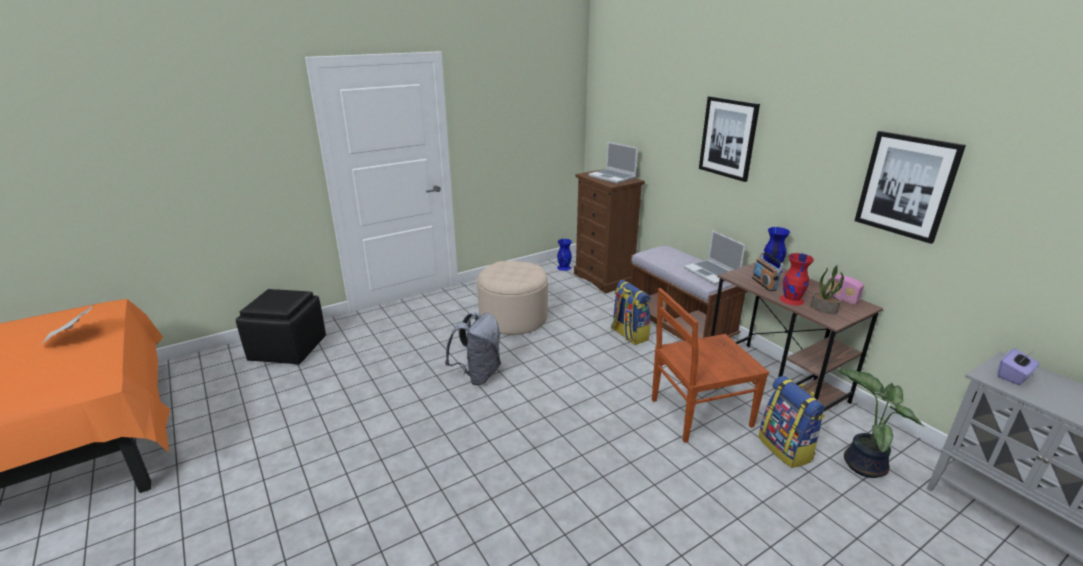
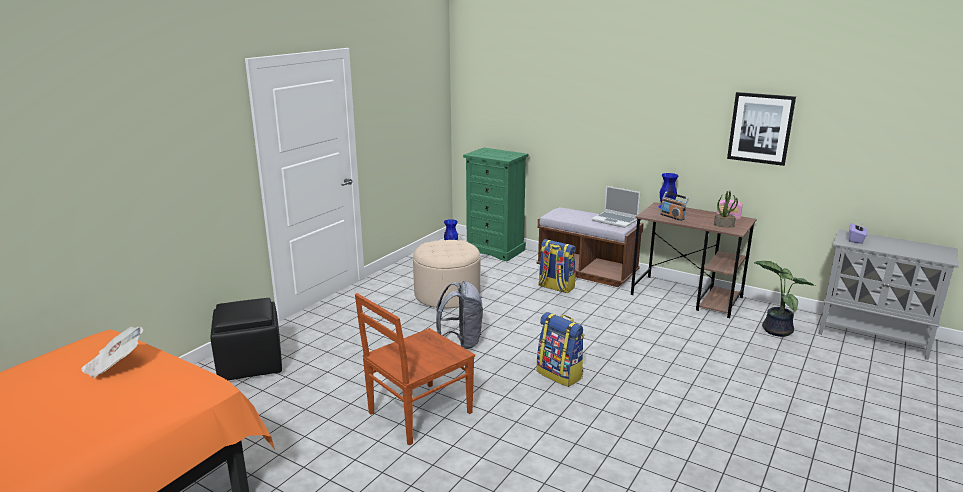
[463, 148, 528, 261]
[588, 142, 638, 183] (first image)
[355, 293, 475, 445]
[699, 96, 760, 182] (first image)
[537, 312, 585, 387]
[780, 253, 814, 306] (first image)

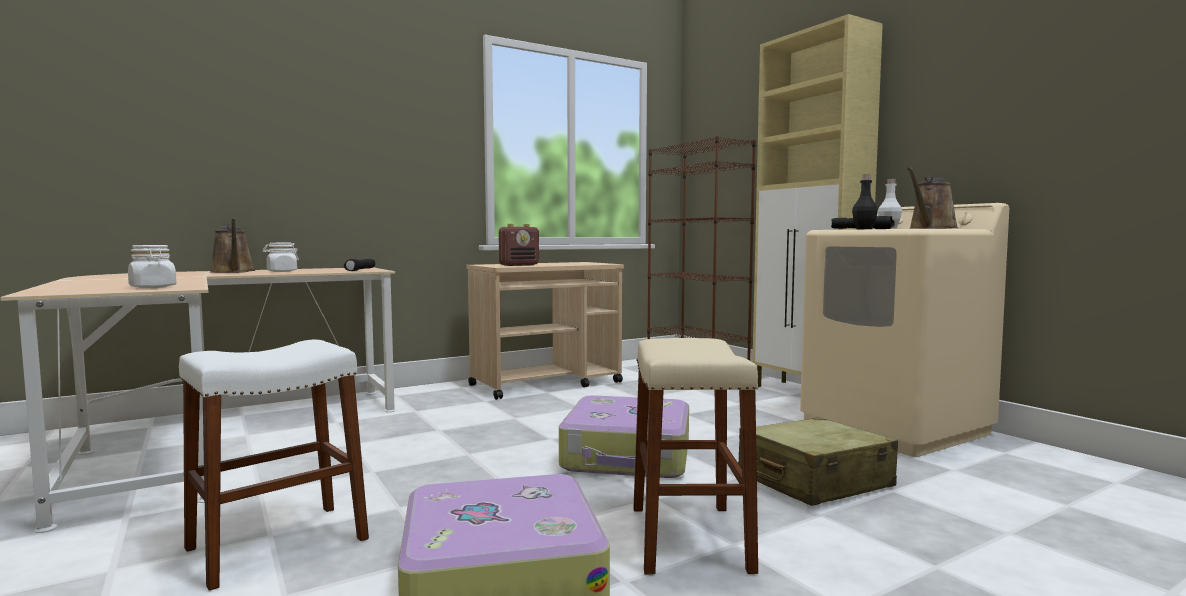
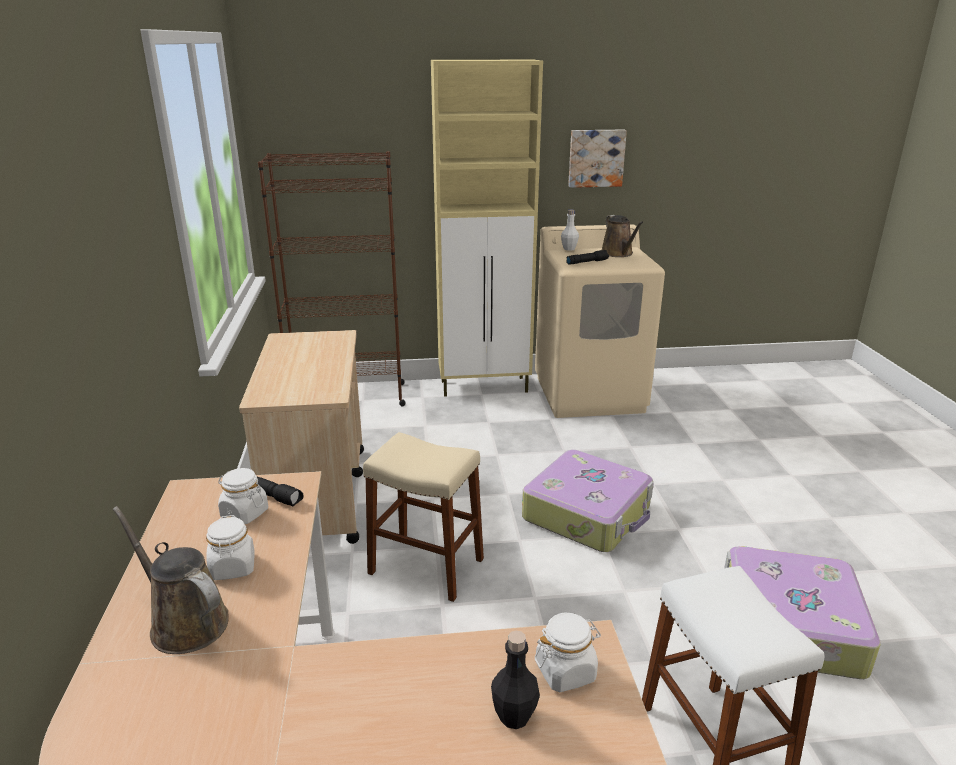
[113, 506, 229, 654]
[498, 224, 539, 266] (first image)
[363, 432, 484, 602]
[738, 417, 898, 506] (first image)
[491, 631, 540, 729]
[218, 468, 268, 524]
[568, 130, 627, 188]

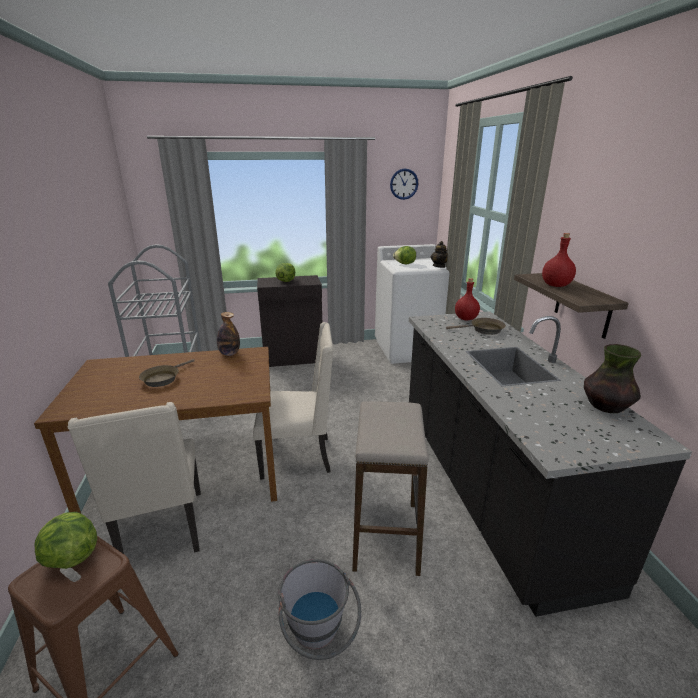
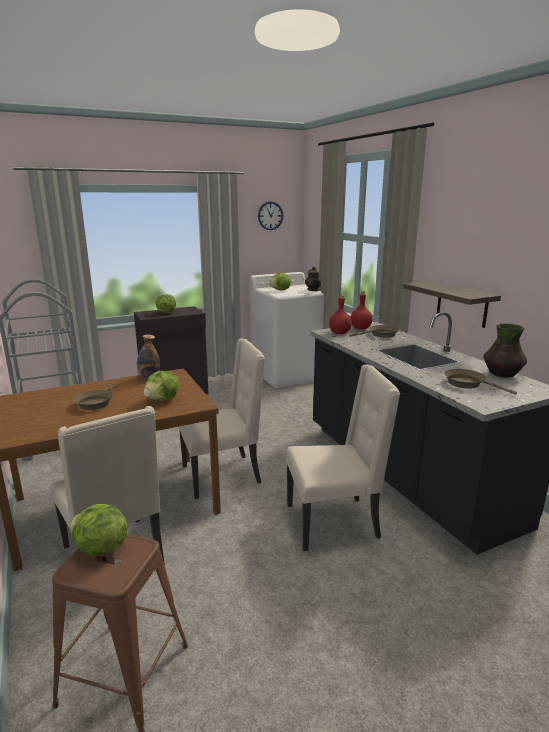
[278, 559, 361, 660] (first image)
[286, 365, 400, 551]
[329, 295, 352, 334]
[144, 371, 180, 401]
[444, 369, 517, 395]

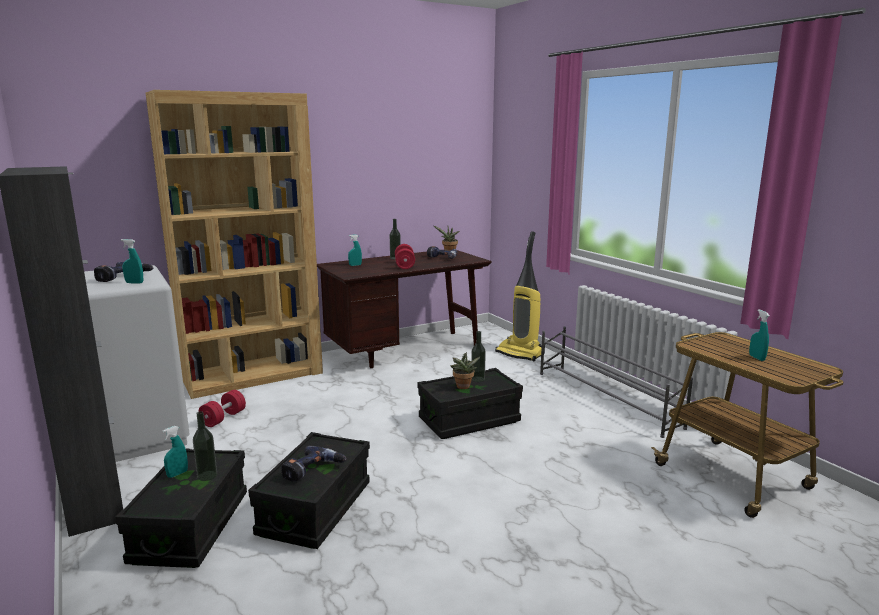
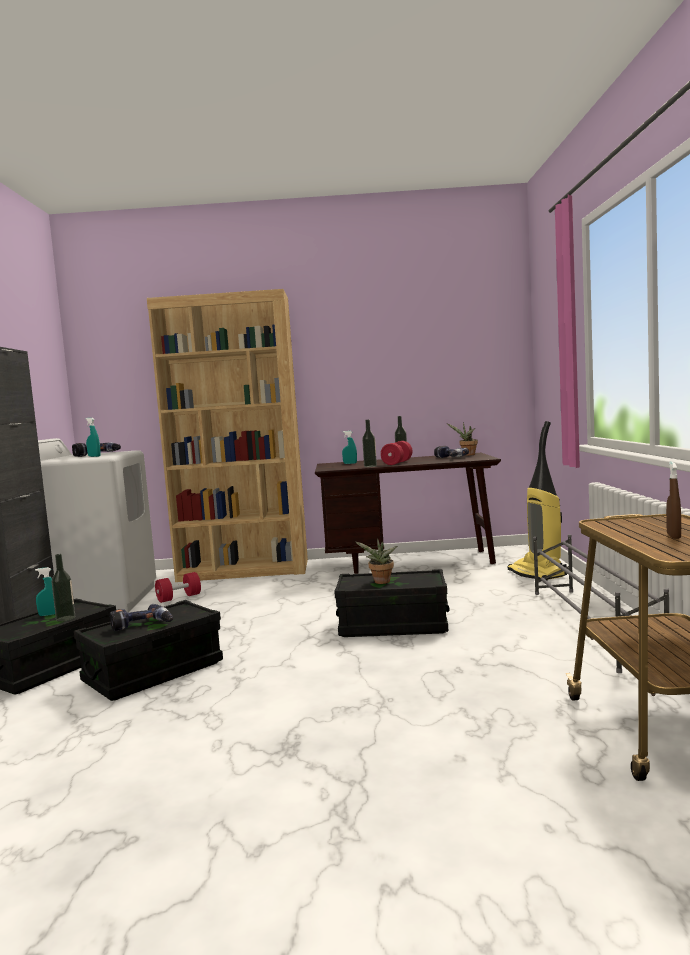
[362, 420, 377, 467]
[666, 462, 681, 539]

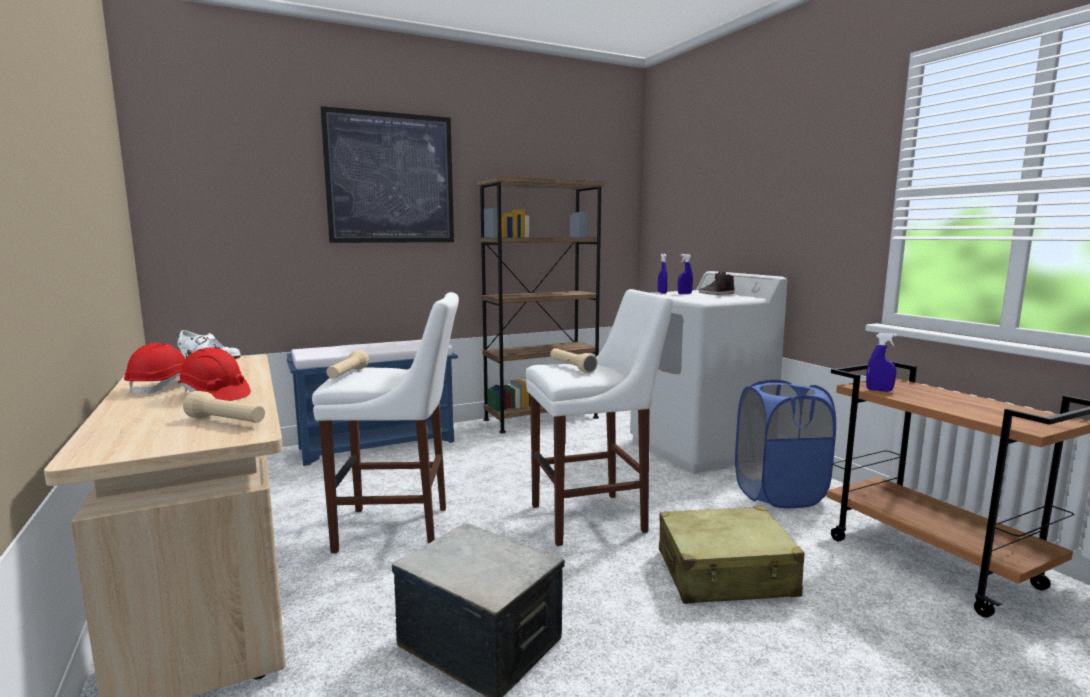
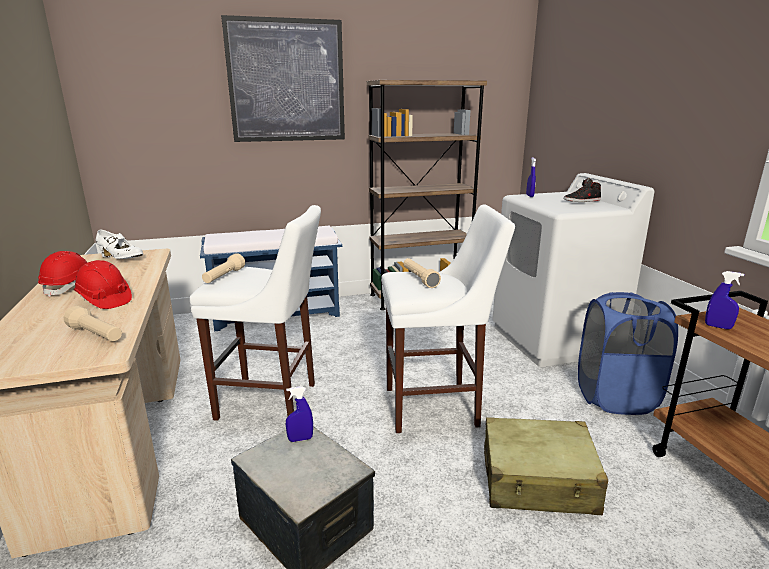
[286, 386, 313, 442]

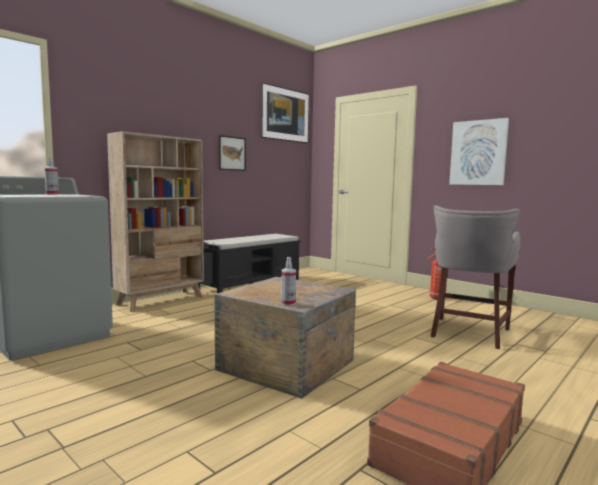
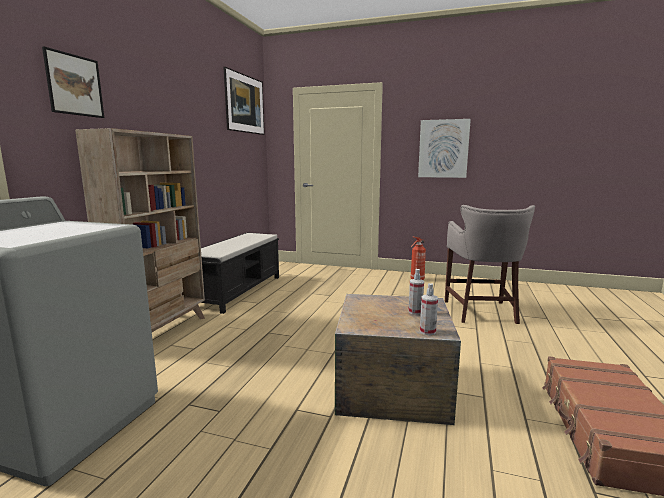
[408, 269, 424, 315]
[42, 46, 104, 118]

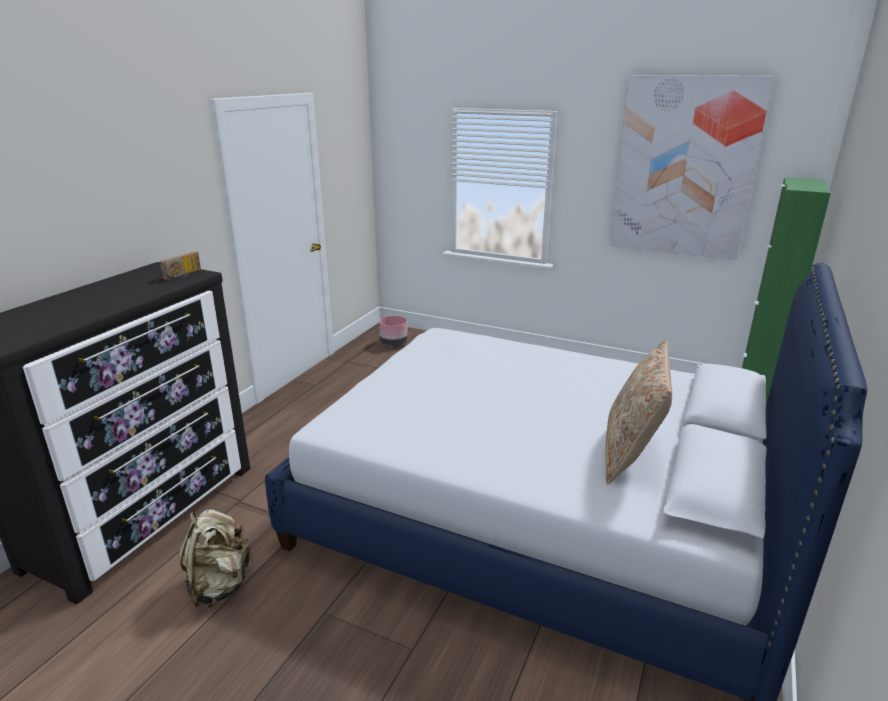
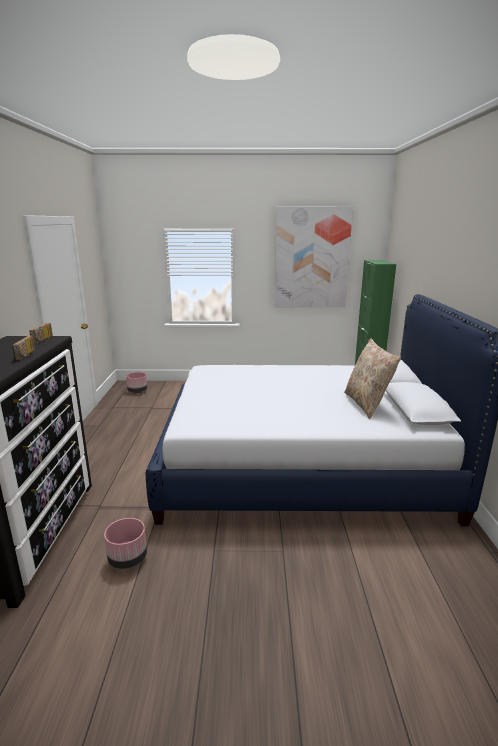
[104, 518, 147, 569]
[12, 336, 35, 360]

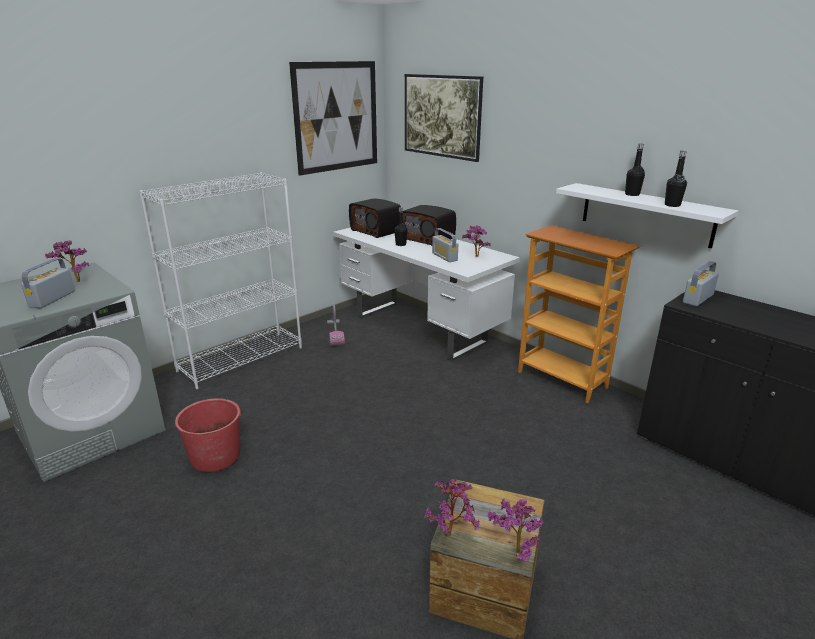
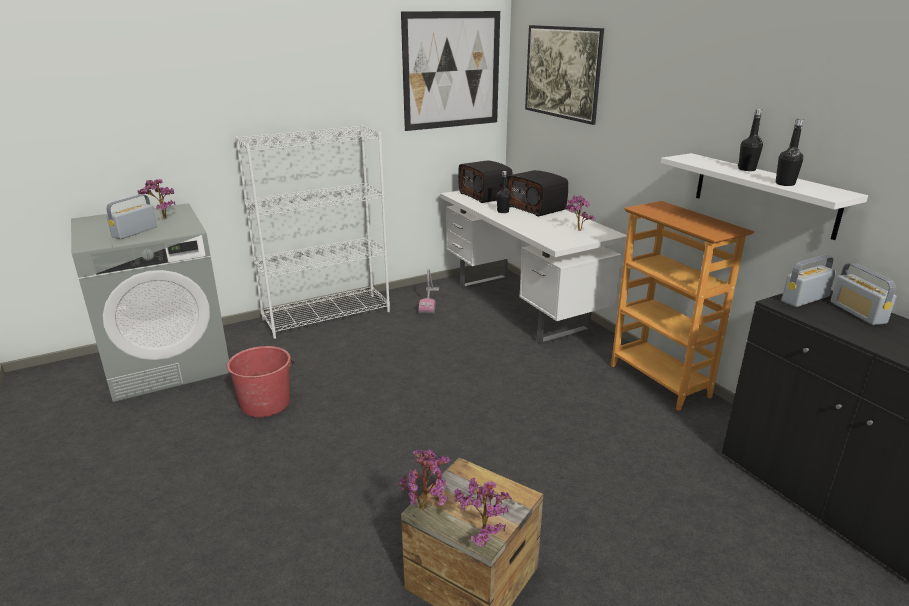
[831, 263, 896, 325]

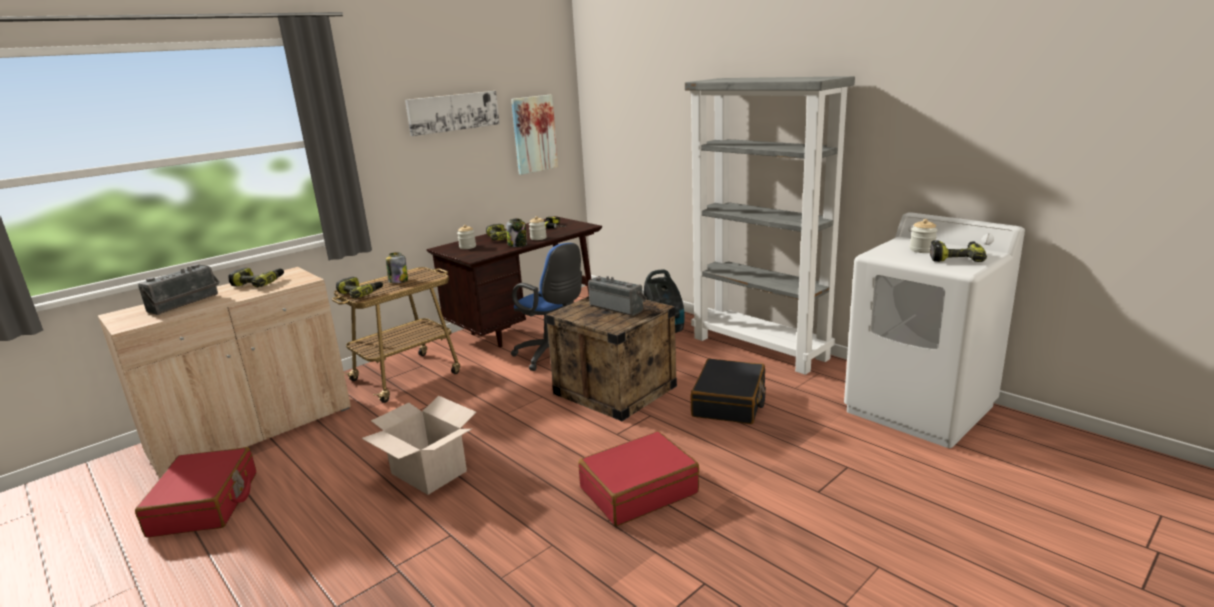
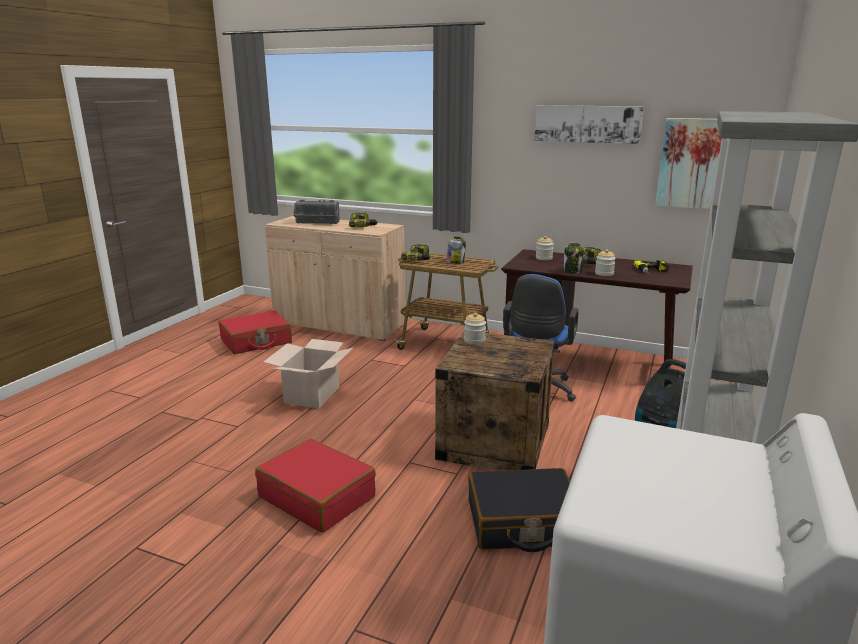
[588, 276, 647, 316] (first image)
[464, 313, 486, 344]
[930, 240, 987, 262] (first image)

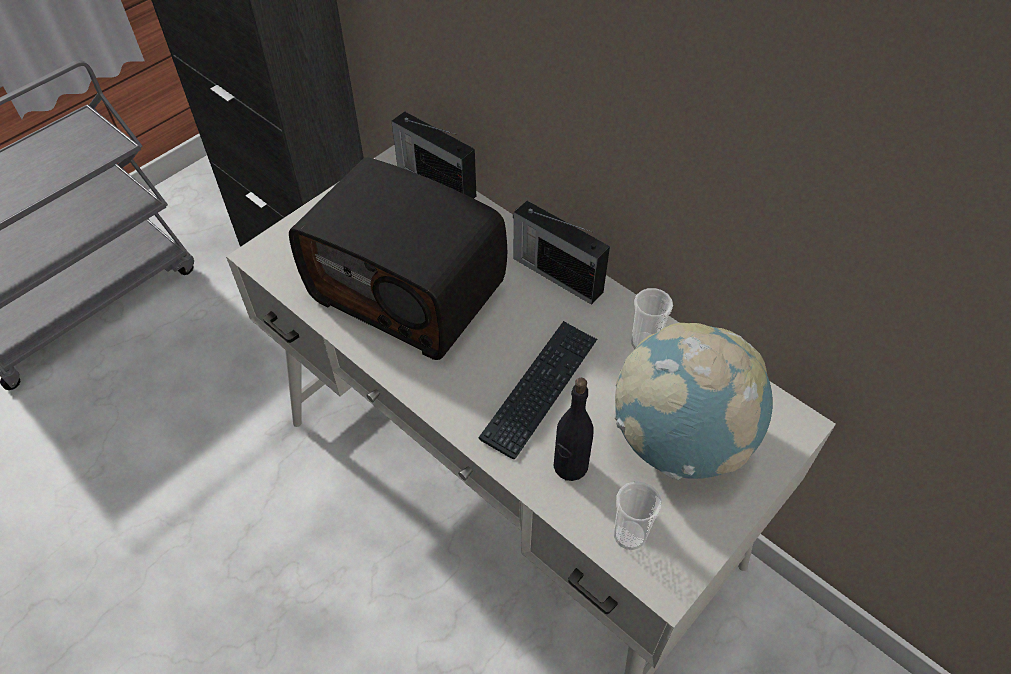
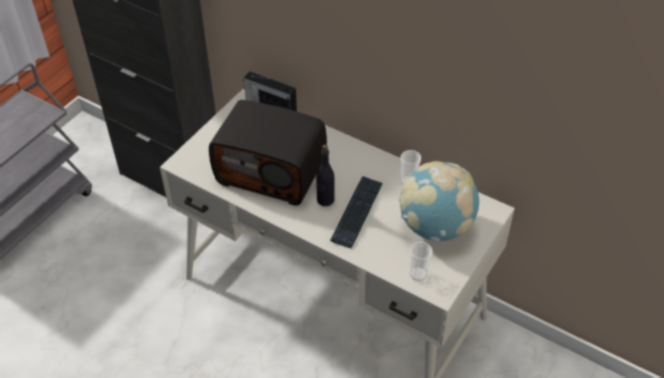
[513, 201, 610, 305] (first image)
[316, 144, 334, 206]

